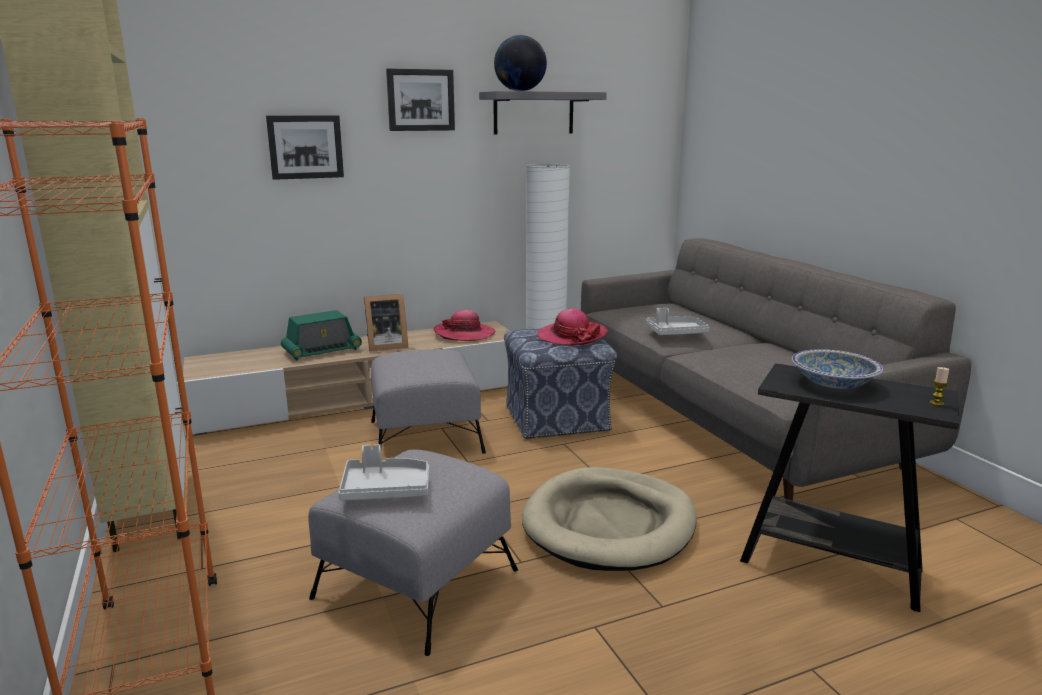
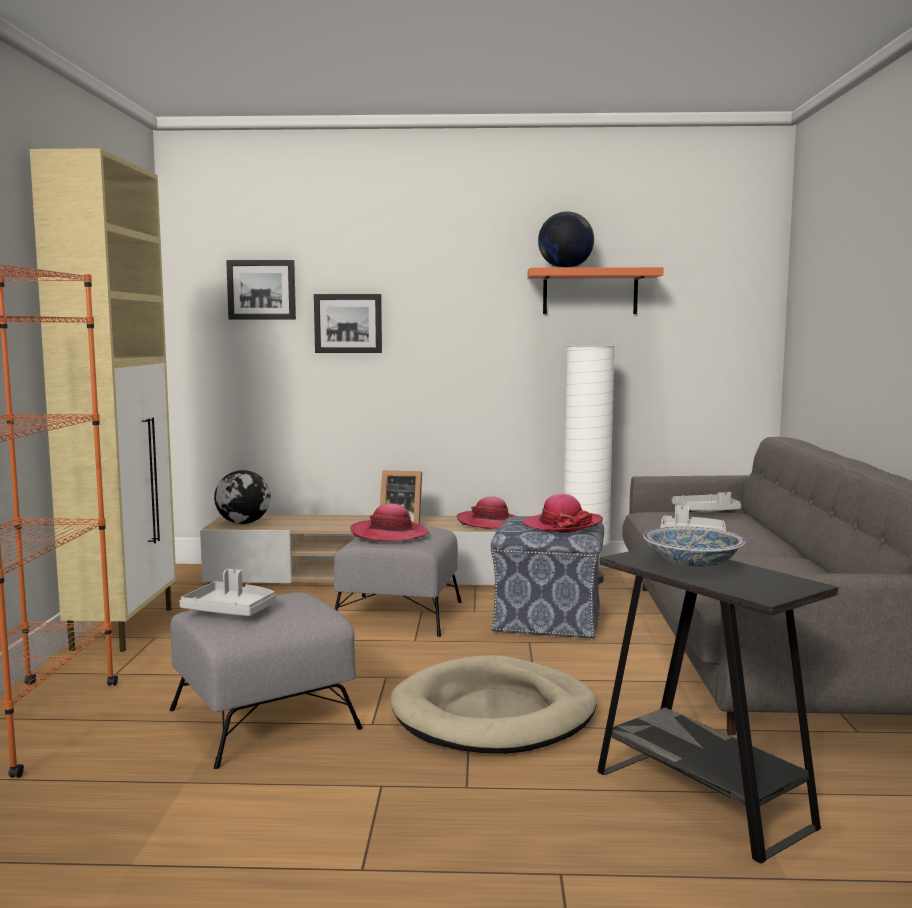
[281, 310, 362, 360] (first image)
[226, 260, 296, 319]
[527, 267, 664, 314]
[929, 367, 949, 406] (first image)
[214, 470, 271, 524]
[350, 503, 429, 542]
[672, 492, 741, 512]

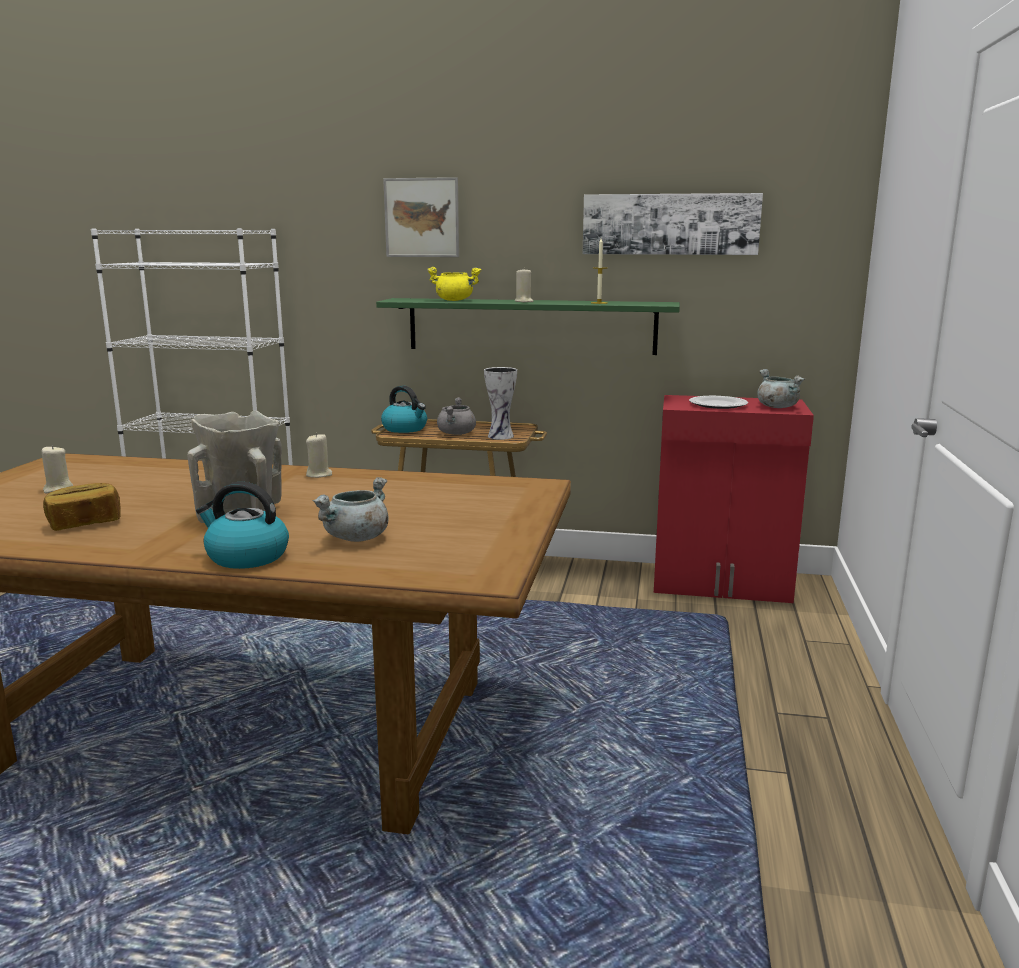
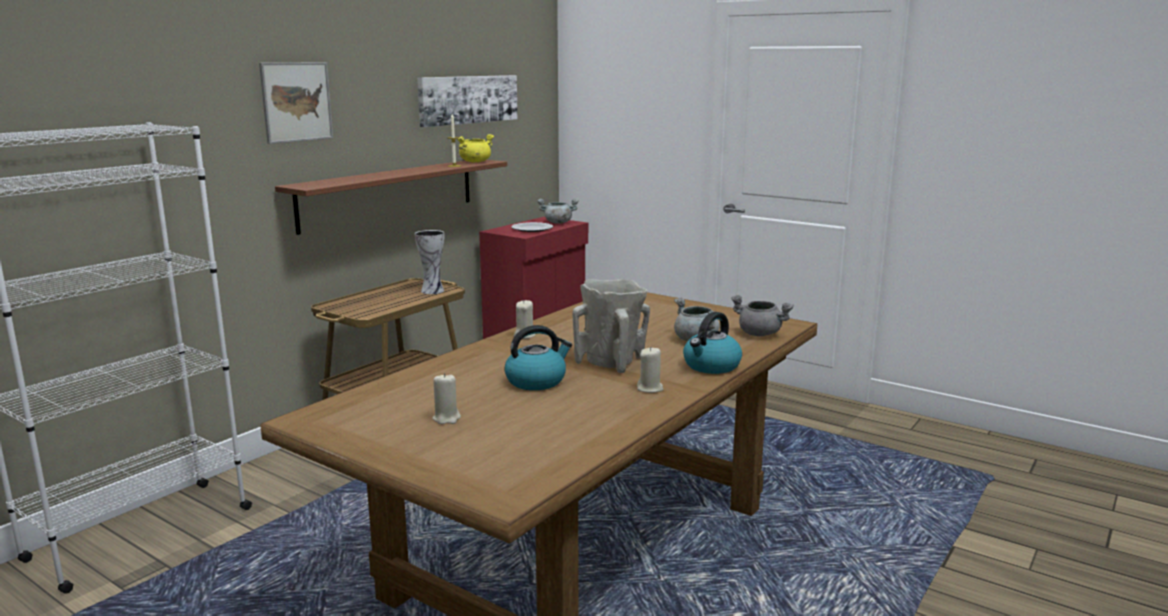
[43, 483, 121, 531] (first image)
[275, 160, 507, 235]
[504, 325, 572, 390]
[457, 134, 494, 163]
[731, 295, 794, 336]
[637, 347, 664, 393]

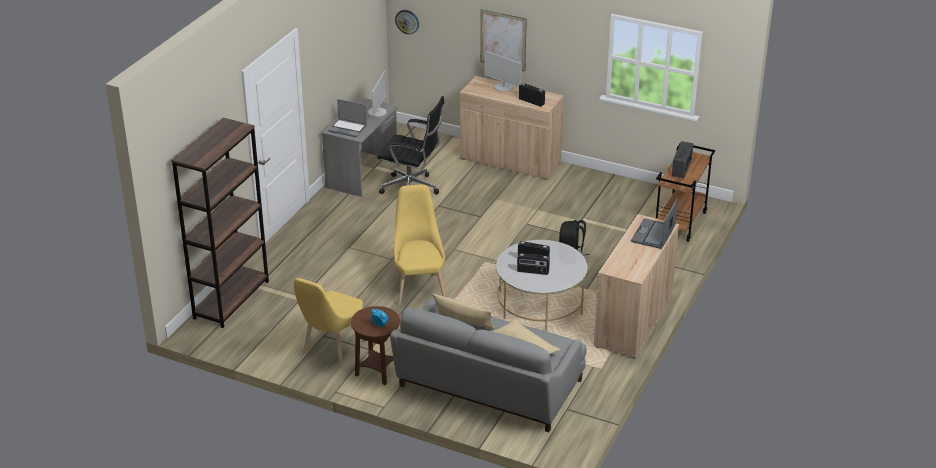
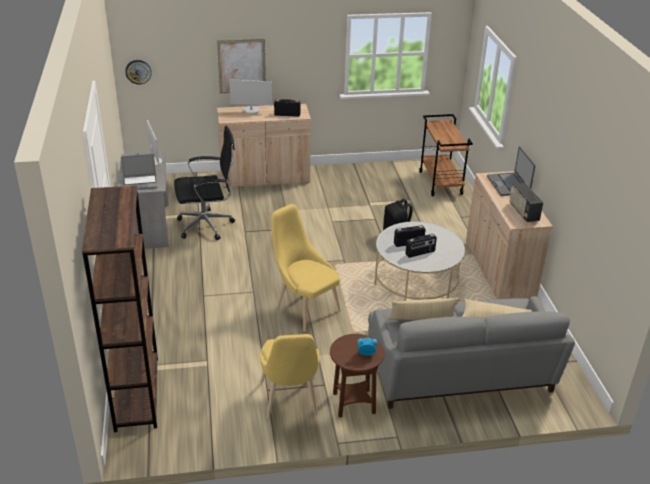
[509, 183, 543, 222]

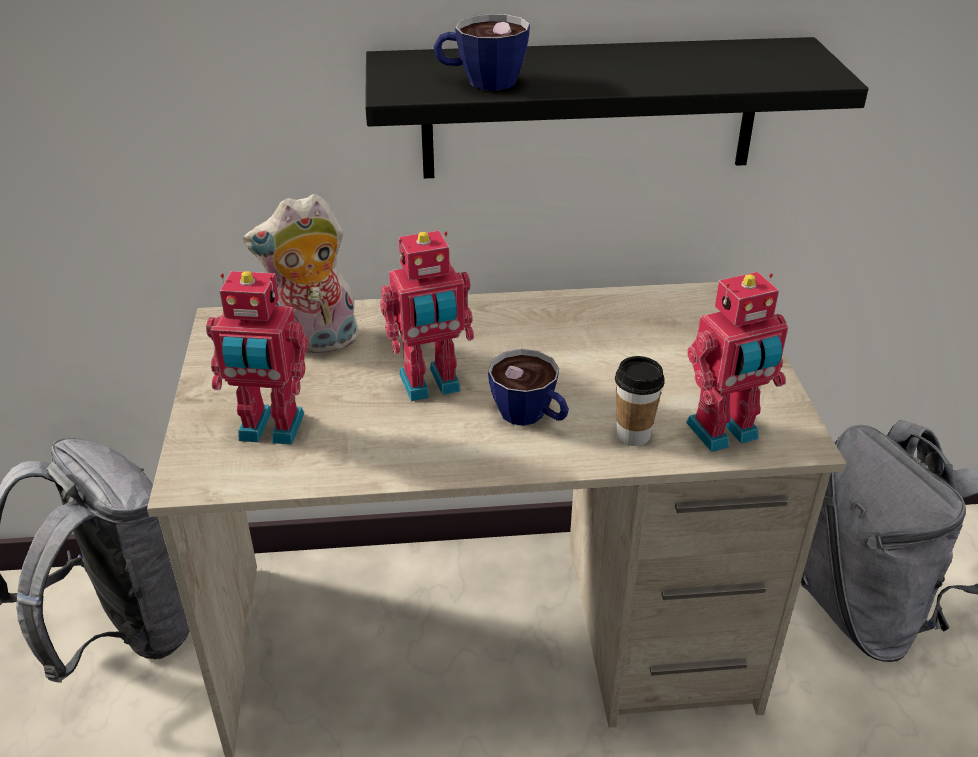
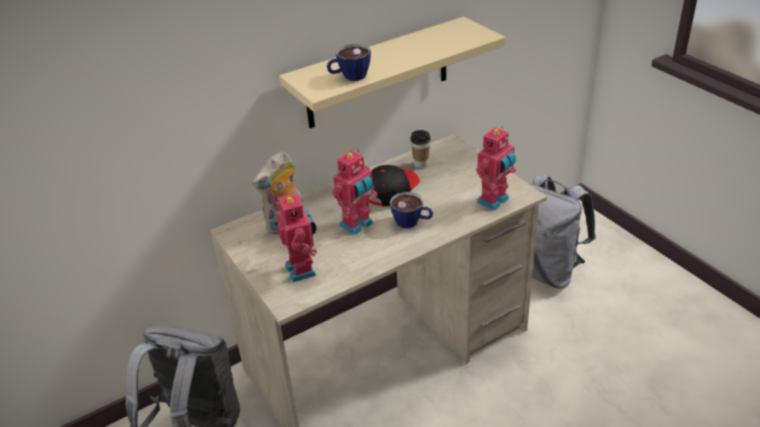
[277, 192, 317, 282]
[279, 17, 505, 128]
[410, 130, 431, 168]
[367, 165, 420, 206]

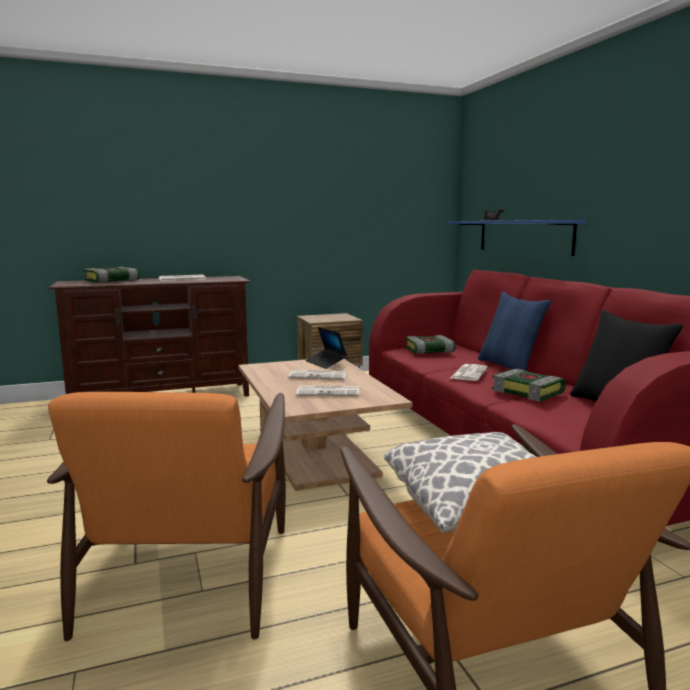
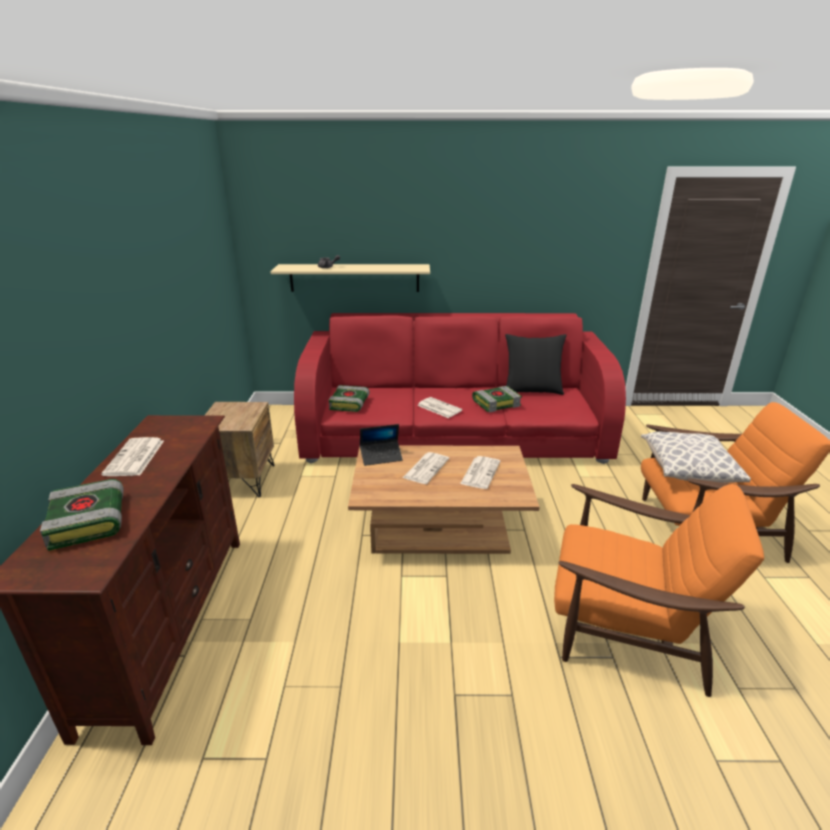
[270, 264, 430, 292]
[478, 292, 551, 371] (first image)

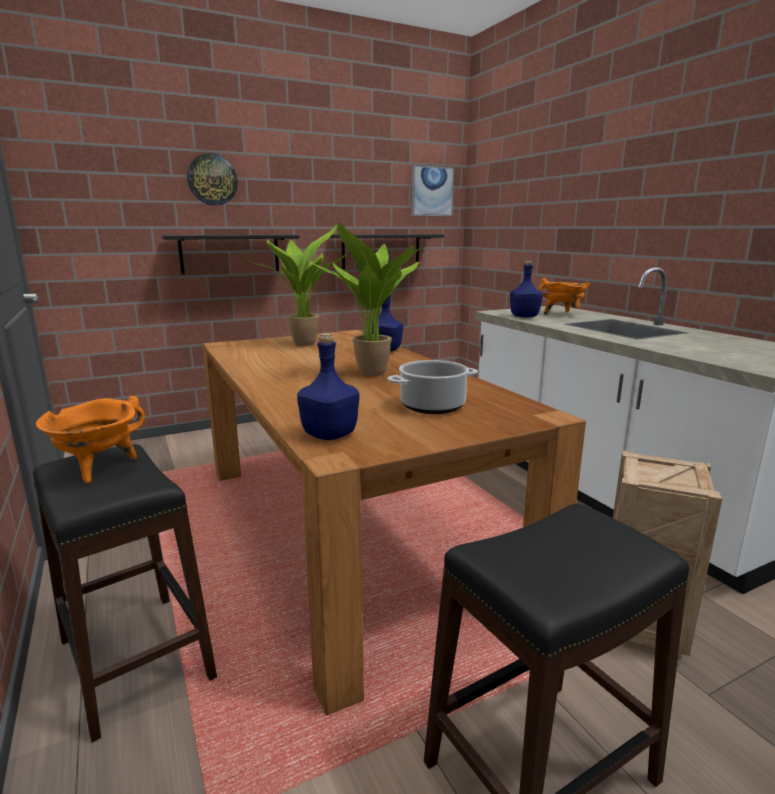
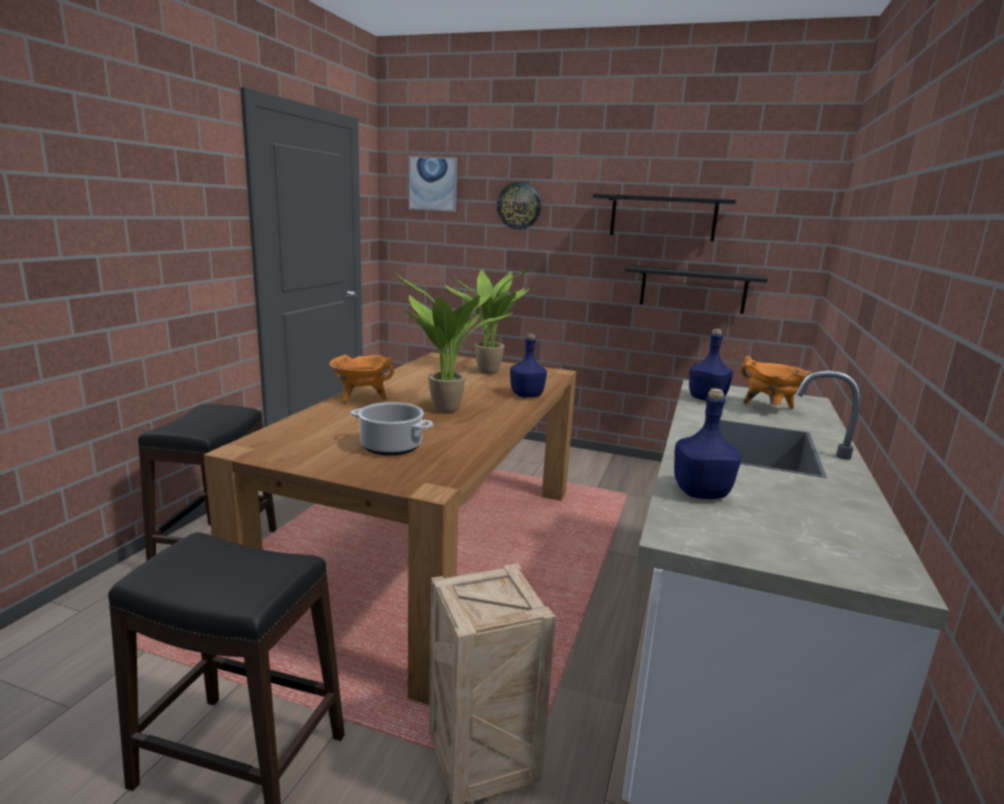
[330, 354, 394, 404]
[593, 194, 736, 241]
[674, 388, 741, 499]
[409, 156, 457, 212]

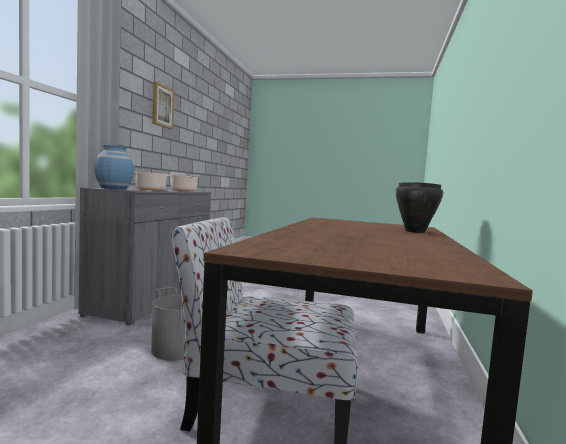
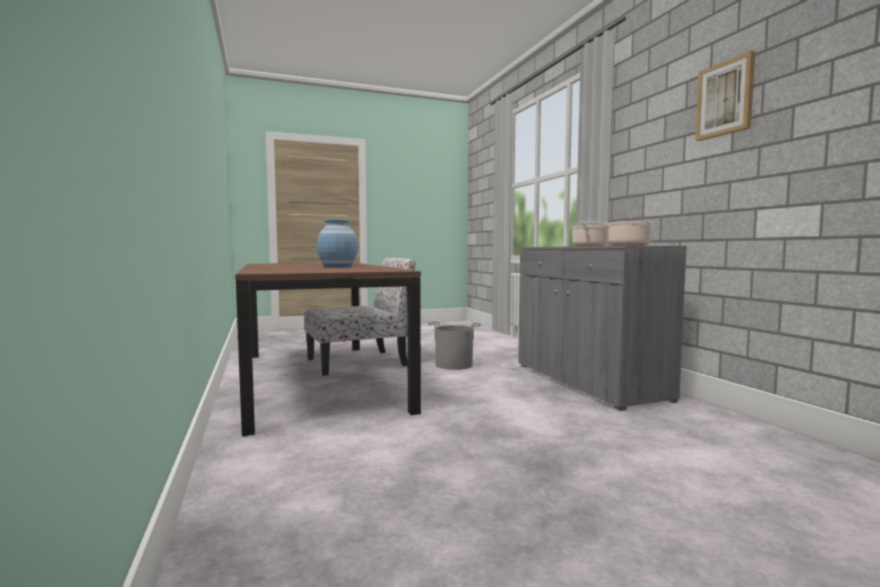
[317, 219, 358, 267]
[395, 182, 443, 233] (first image)

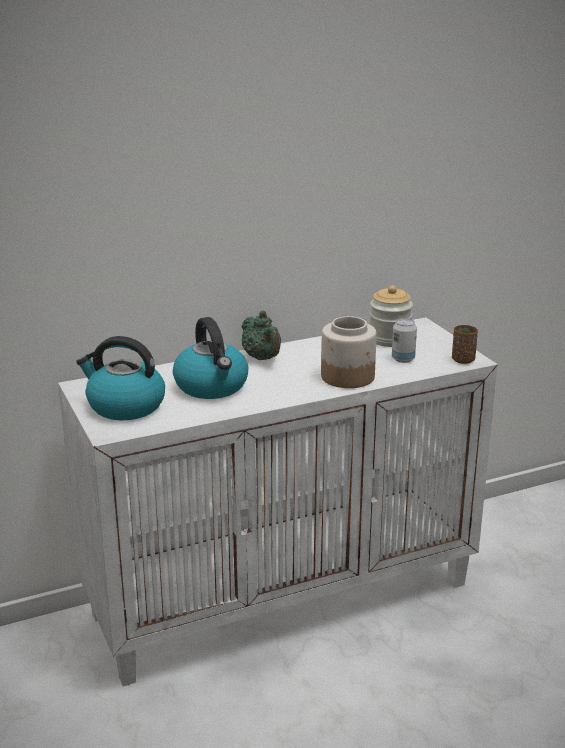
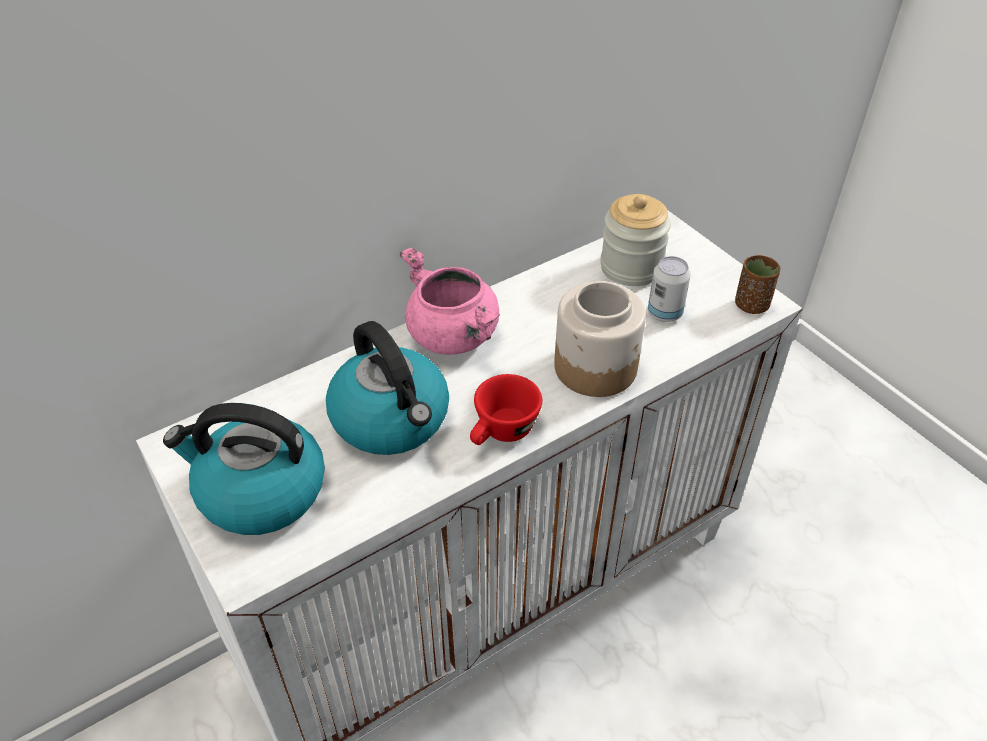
[400, 247, 500, 355]
[470, 374, 542, 445]

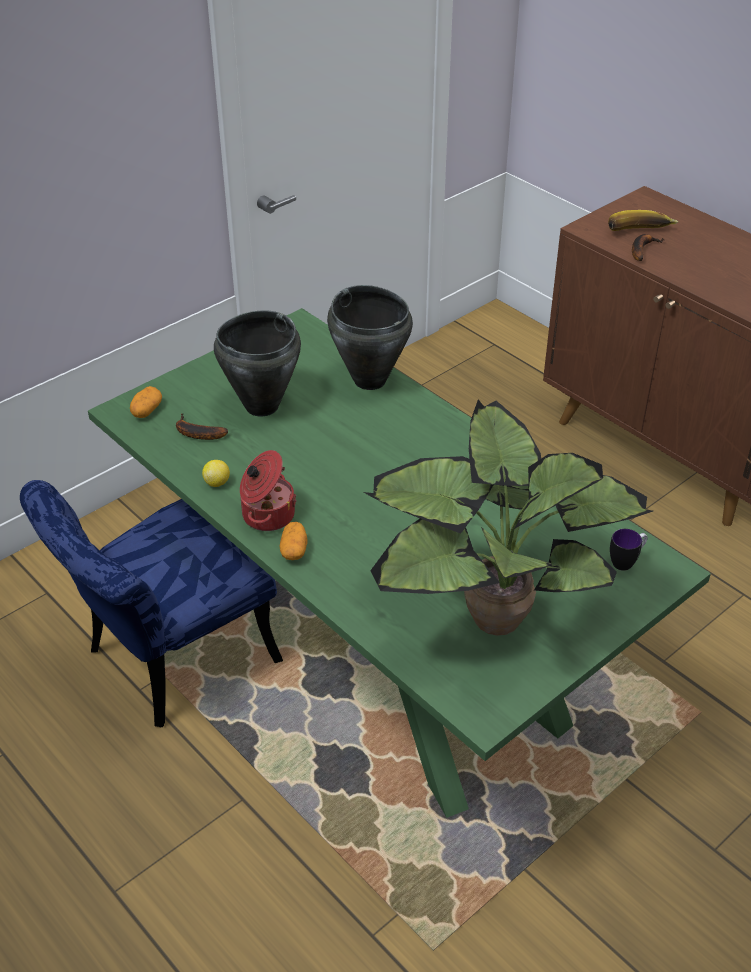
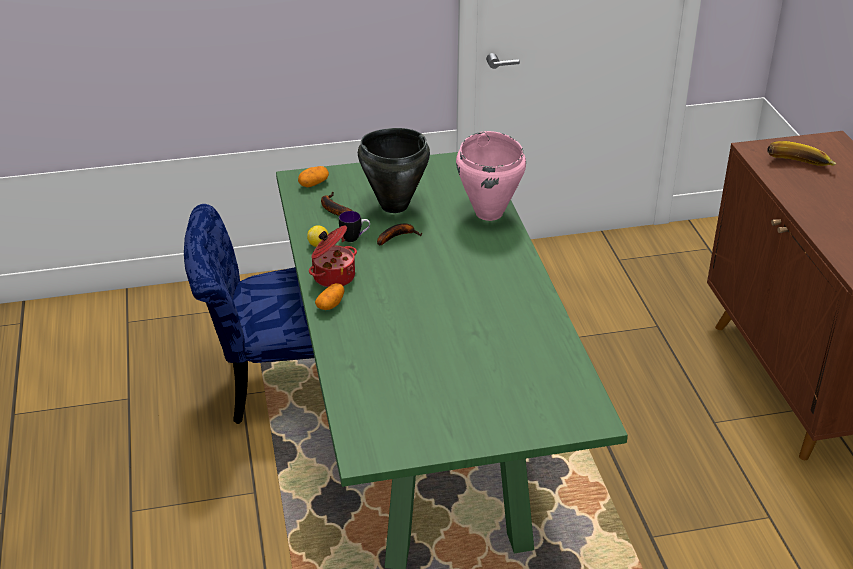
[456, 131, 526, 221]
[363, 399, 653, 636] (first image)
[339, 211, 370, 242]
[377, 224, 422, 245]

